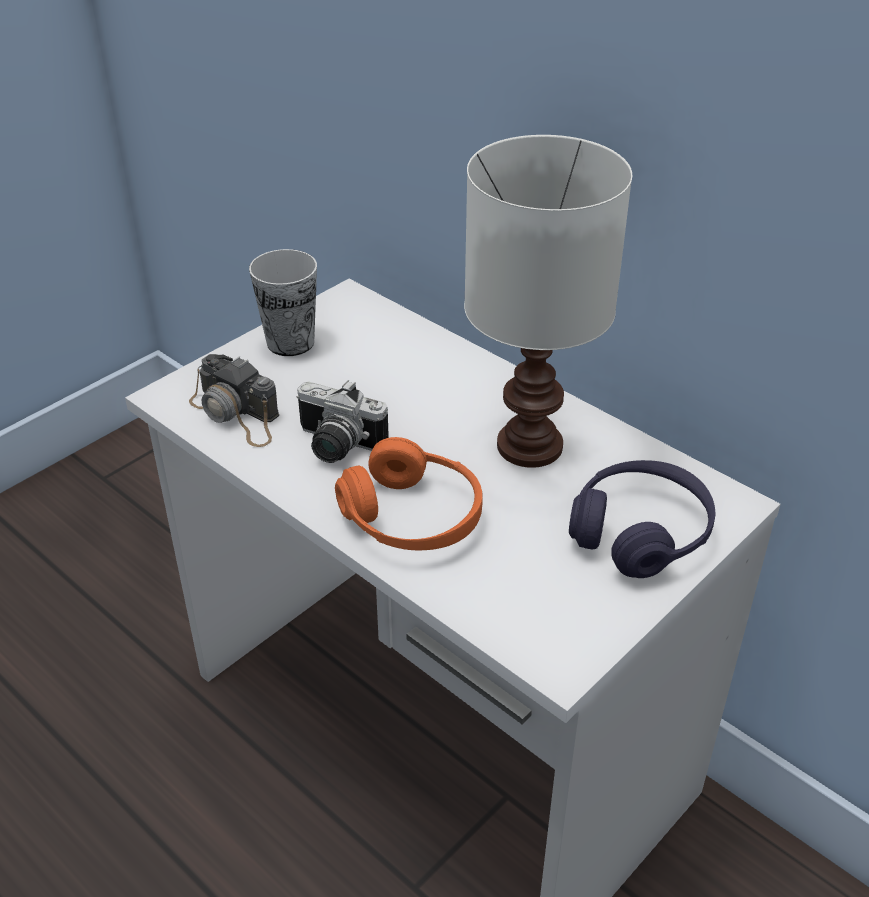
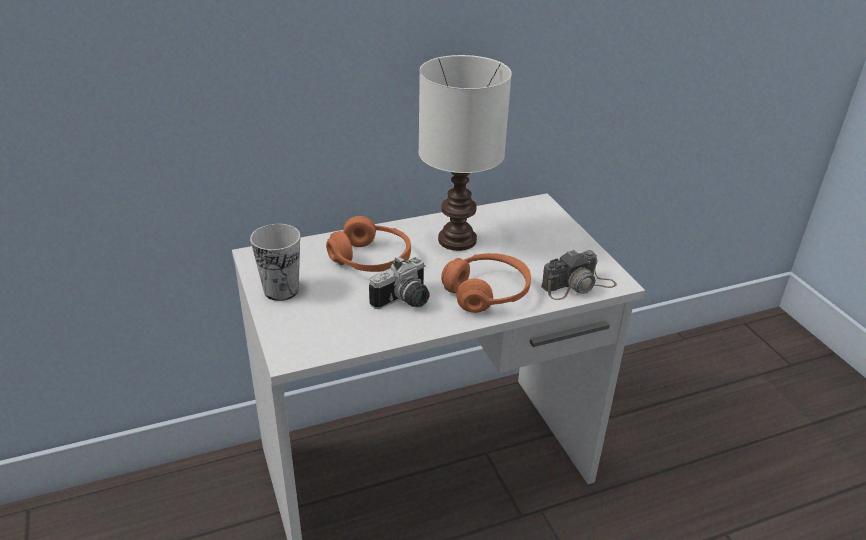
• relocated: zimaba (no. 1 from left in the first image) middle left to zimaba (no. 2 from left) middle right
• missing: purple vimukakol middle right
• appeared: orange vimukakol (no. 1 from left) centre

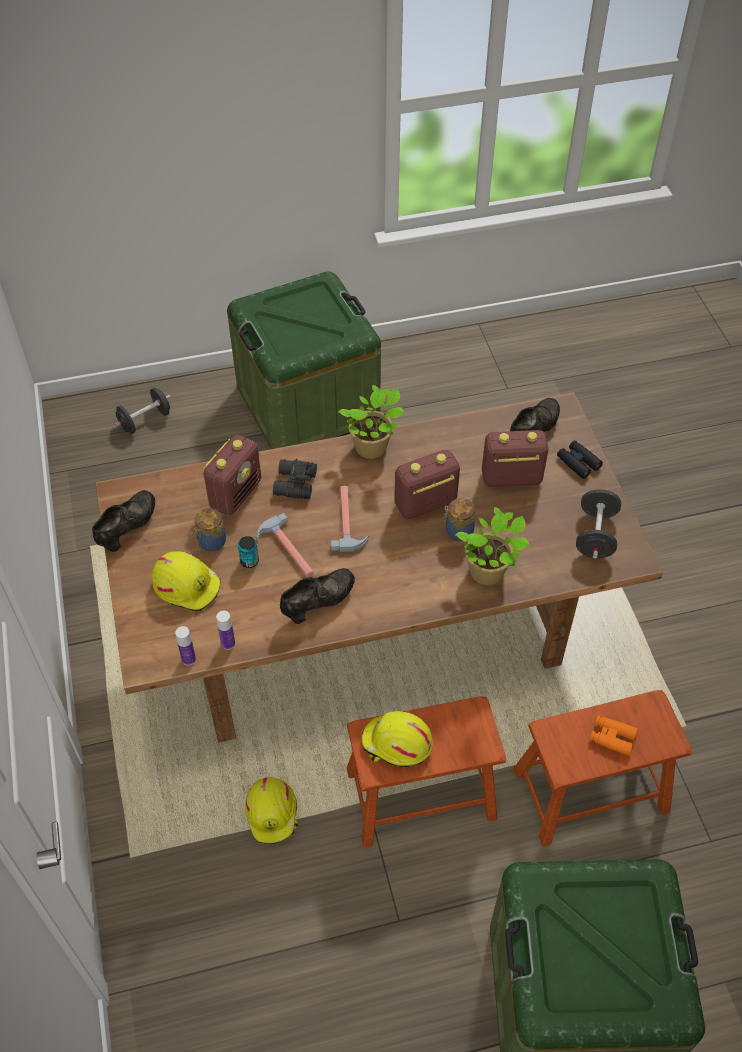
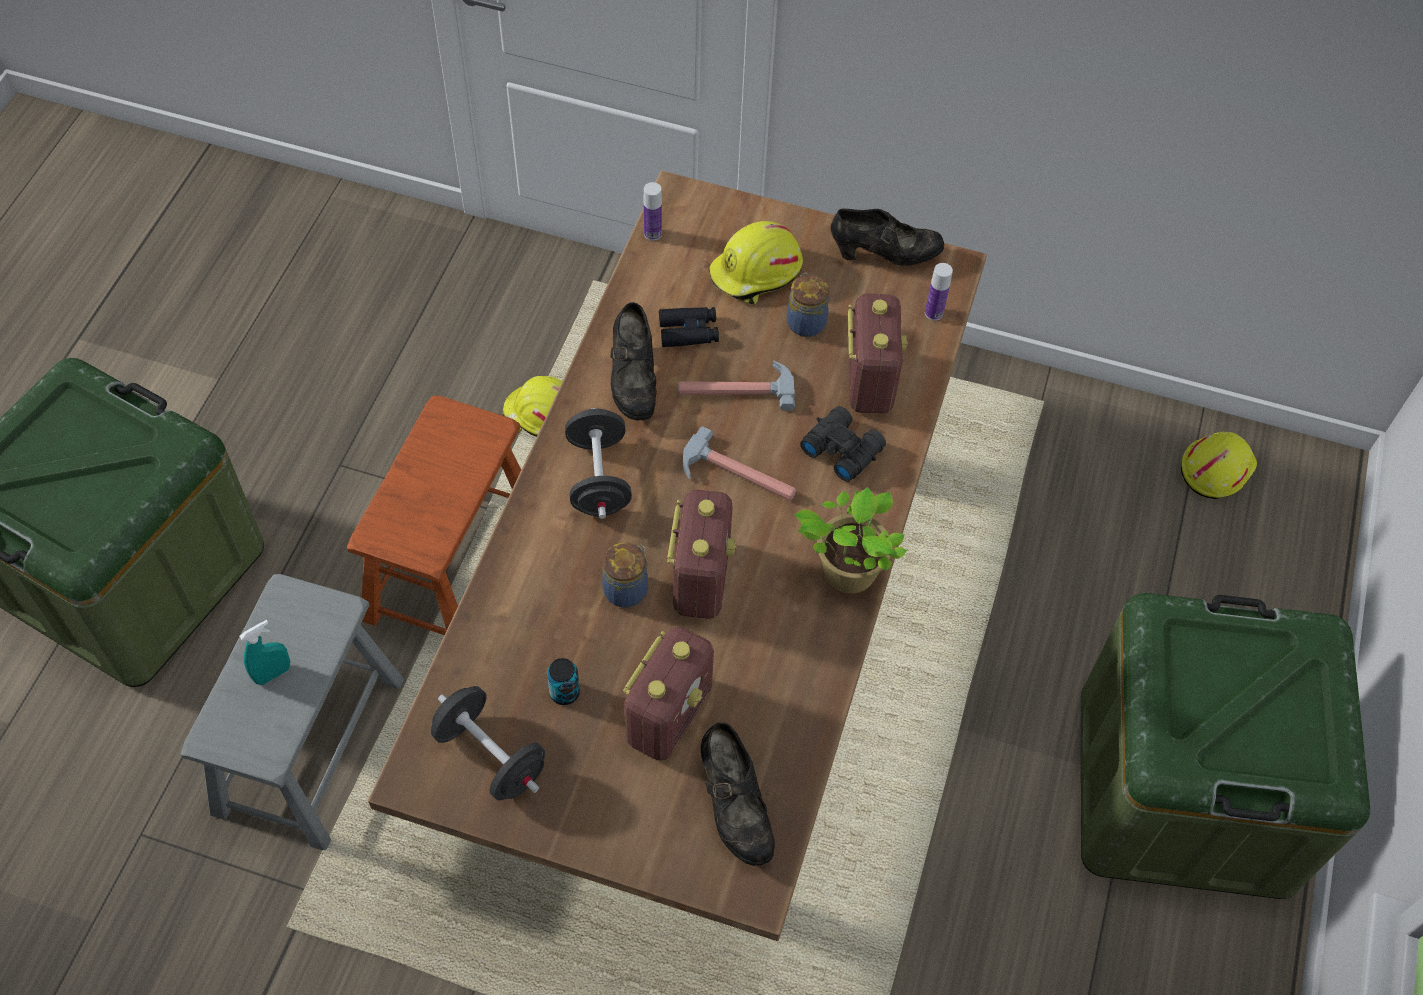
• relocated: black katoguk (no. 1 from left in the first image) middle left to black katoguk (no. 2 from left) centre
• spun: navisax (no. 1 from left in the first image) middle left = centre 150 degrees counterclockwise
• relocated: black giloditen (no. 2 from left in the first image) middle right to black giloditen (no. 1 from left) top centre
• spun: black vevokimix (no. 1 from left in the first image) middle left = top centre 60 degrees counterclockwise
• missing: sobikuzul (no. 2 from left) centre
• relocated: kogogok centre to bottom centre
• relocated: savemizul (no. 2 from left) middle left to top centre
• colour: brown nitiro (no. 2 from left) bottom right to grey nitiro bottom left
• relocated: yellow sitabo (no. 3 from left) bottom centre to middle right
• exchanged: orange giloditen bottom right to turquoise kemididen middle left

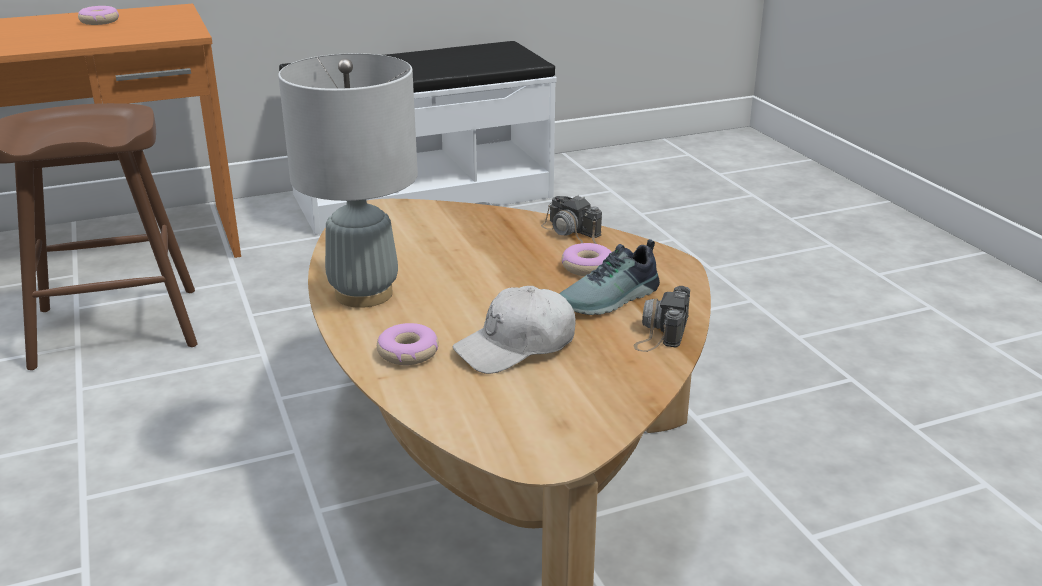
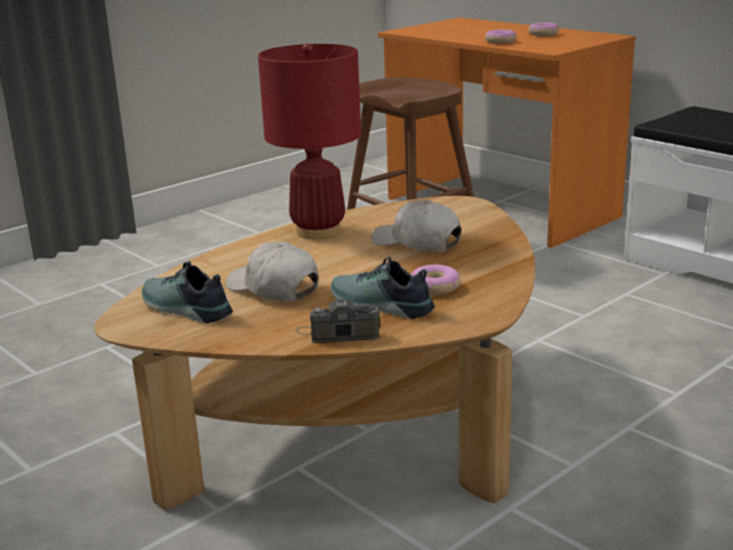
• colour: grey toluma top centre to red toluma top centre
• missing: zimaba (no. 1 from left) centre
• relocated: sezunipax (no. 2 from left) centre to top right
• appeared: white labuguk (no. 2 from left) centre
• appeared: vevokimix (no. 1 from left) middle left

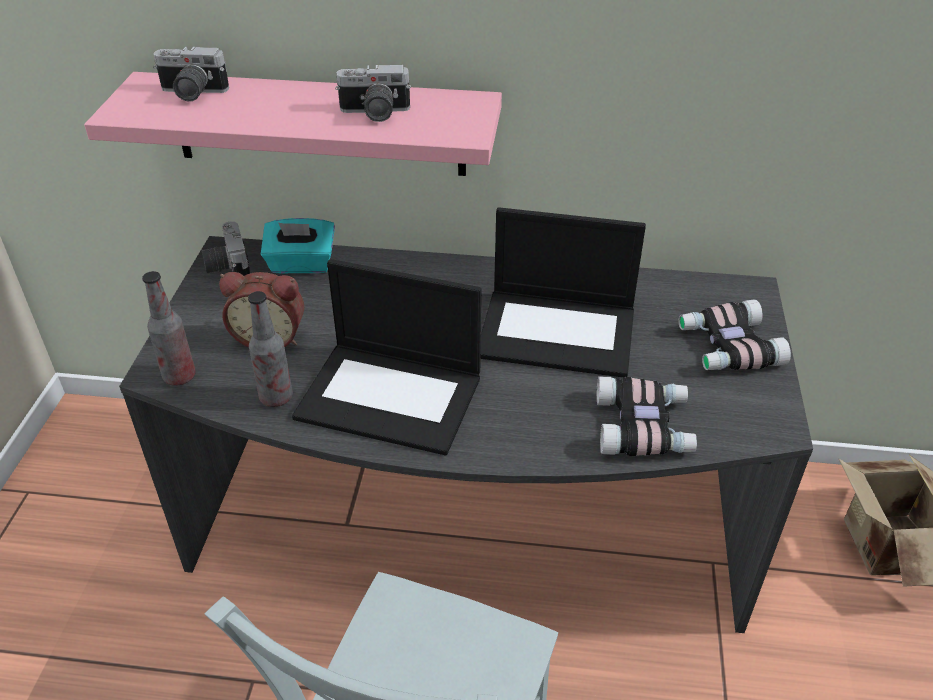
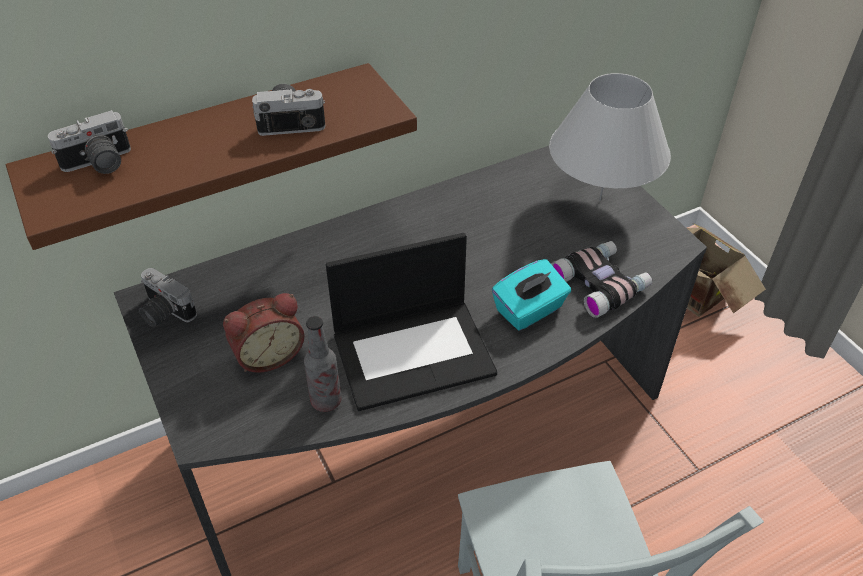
• spun: zimaba (no. 3 from left) top centre = top centre 150 degrees counterclockwise
• colour: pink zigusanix top left to brown zigusanix top left
• missing: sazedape (no. 2 from left) centre
• relocated: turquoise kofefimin middle left to centre
• missing: savemizul (no. 1 from left) middle left
• exchanged: giloditen (no. 2 from left) middle right to white toluma top right

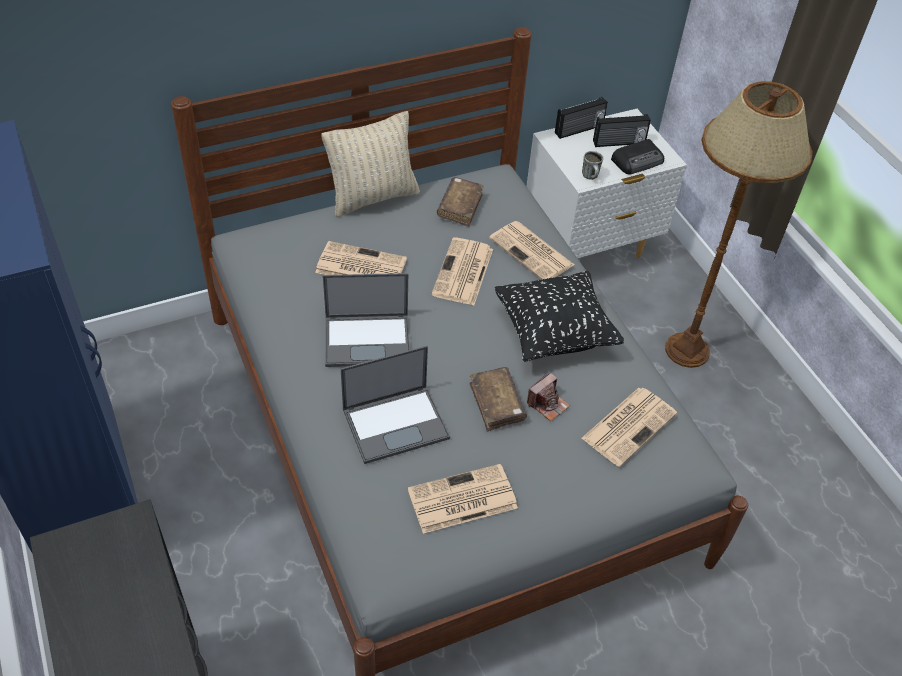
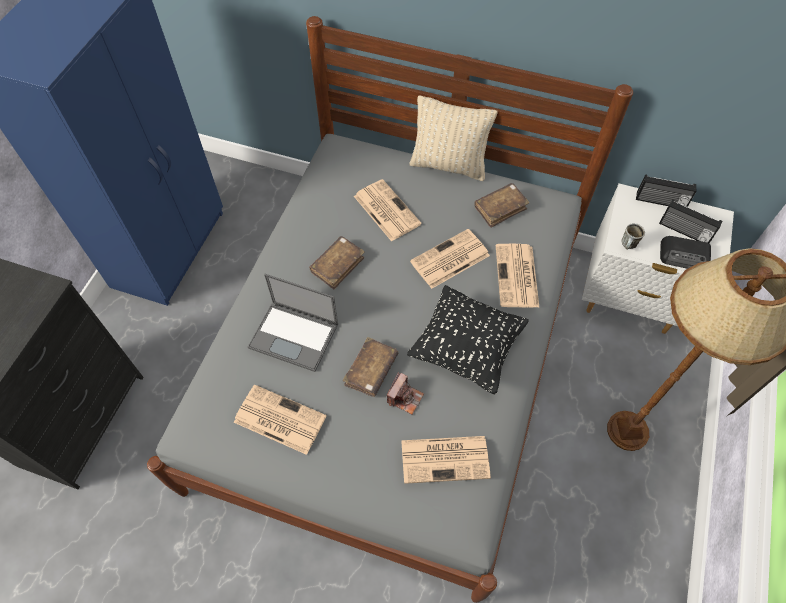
• exchanged: sazedape (no. 1 from left) centre to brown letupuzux (no. 1 from left) centre
• spun: zimaba centre = centre 60 degrees counterclockwise

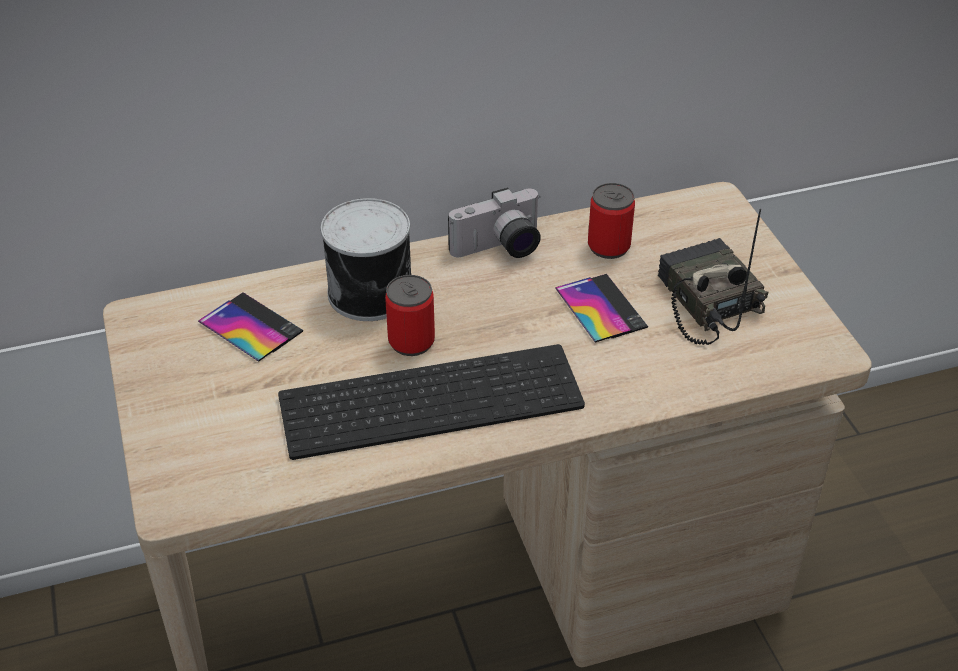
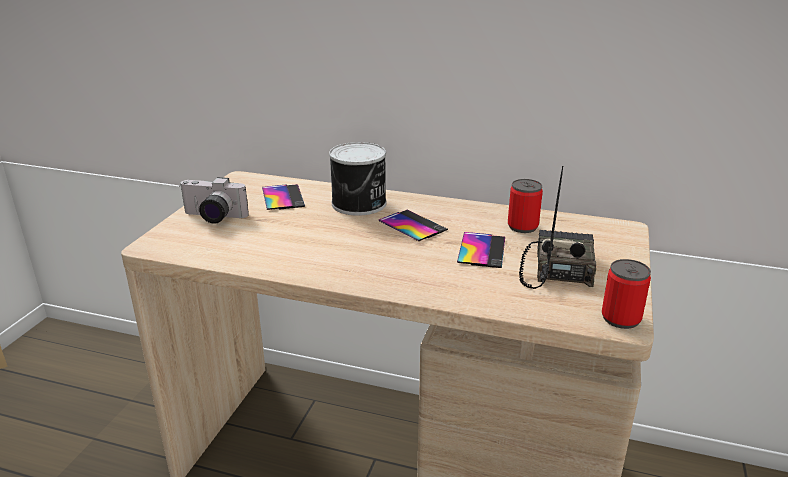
• relocated: zimaba top centre to middle left
• relocated: kogogok (no. 2 from left in the first image) centre to kogogok (no. 3 from left) middle right
• missing: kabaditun centre
• appeared: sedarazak (no. 2 from left) centre

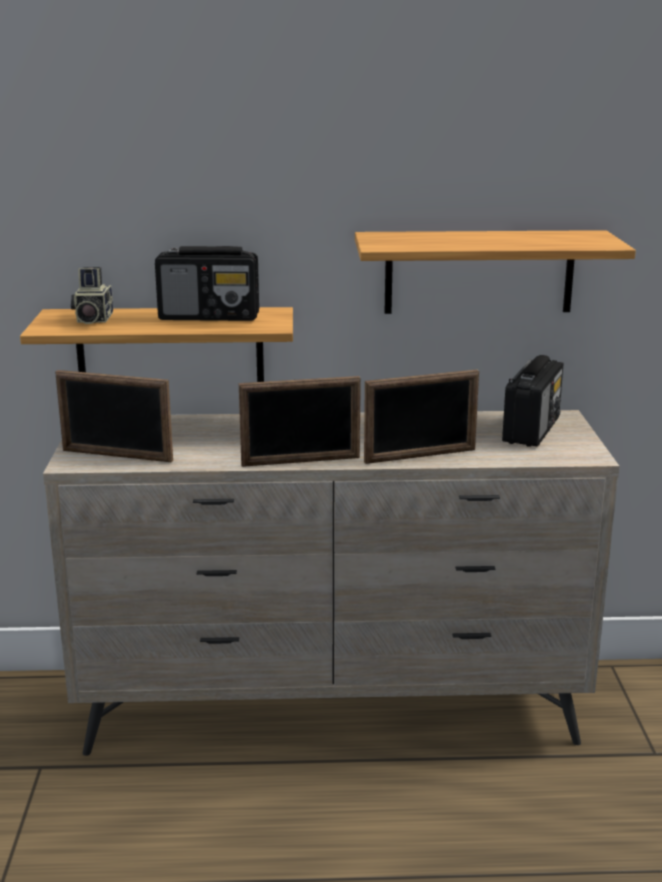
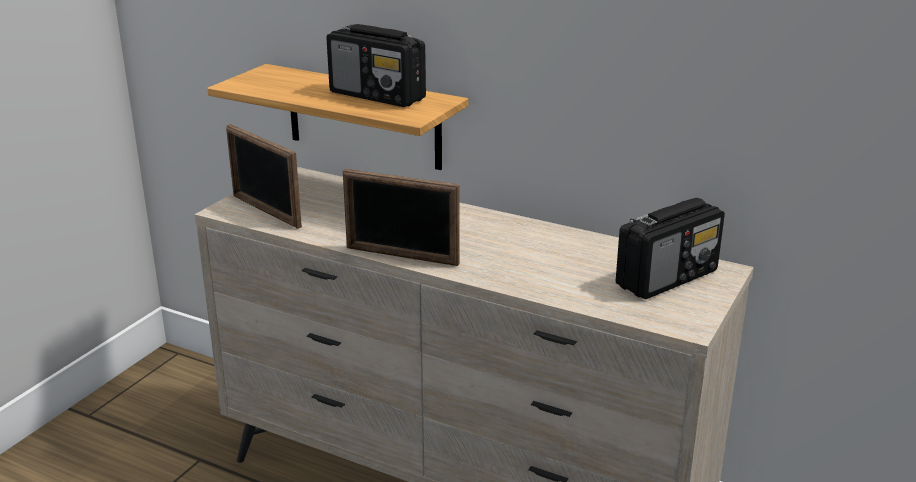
• missing: zigusanix (no. 2 from left) top right
• missing: zimaba middle left
• missing: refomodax (no. 3 from left) centre

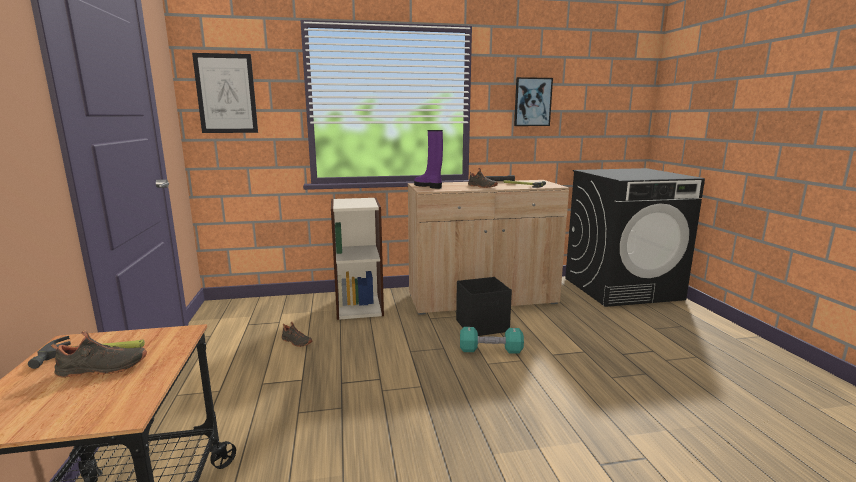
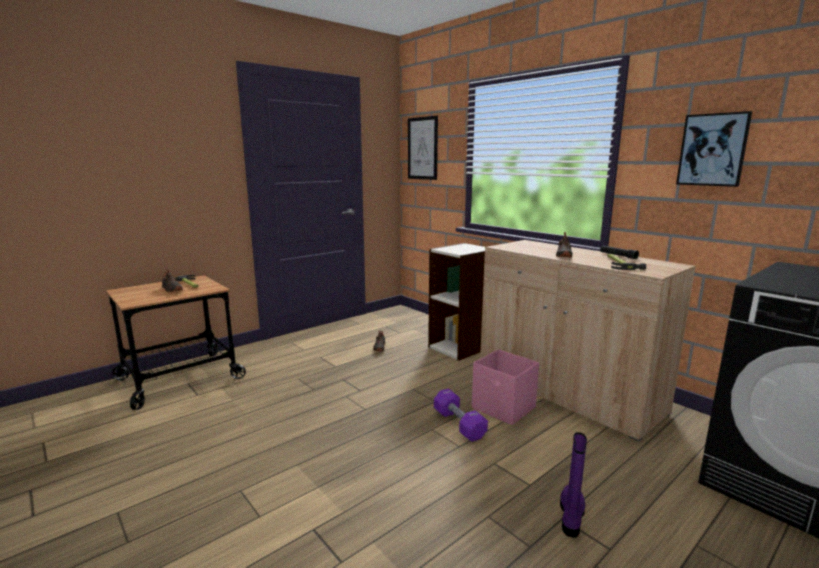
• relocated: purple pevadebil top centre to bottom right
• colour: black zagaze centre to pink zagaze bottom centre
• colour: turquoise katoguk bottom centre to purple katoguk bottom centre

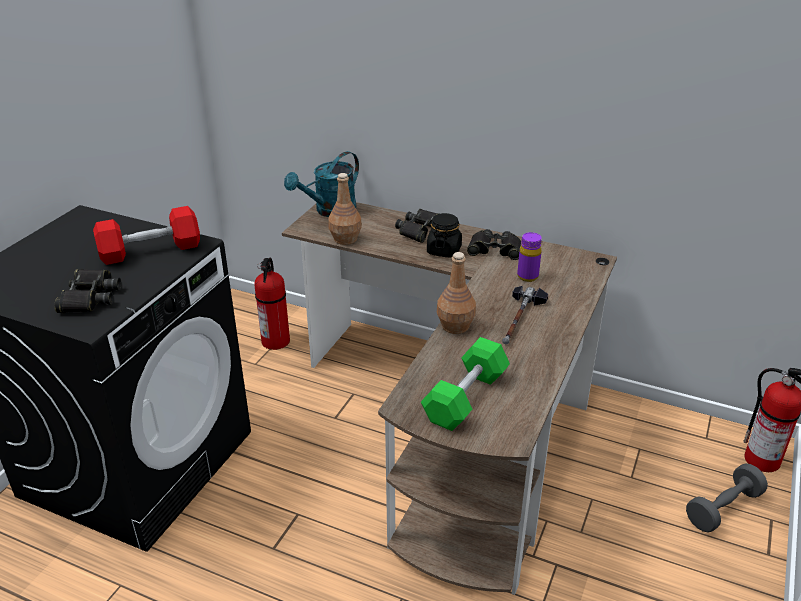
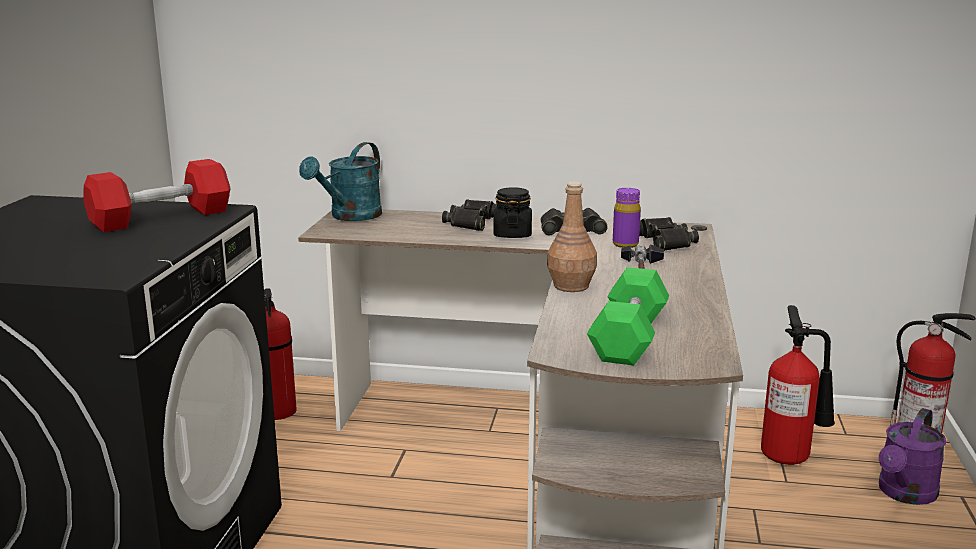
• missing: brown savemizul (no. 1 from left) centre
• relocated: black giloditen (no. 1 from left in the first image) middle left to black giloditen (no. 3 from left) middle right
• exchanged: grey katoguk bottom right to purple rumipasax bottom right
• appeared: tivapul (no. 2 from left) bottom right

